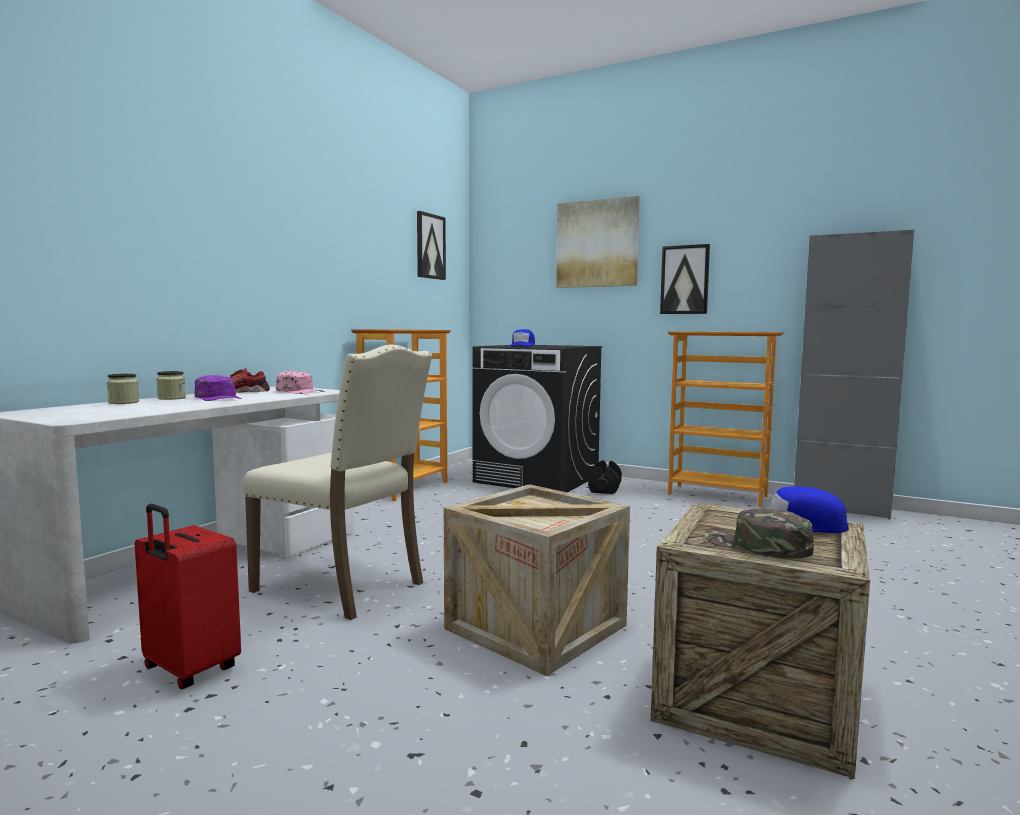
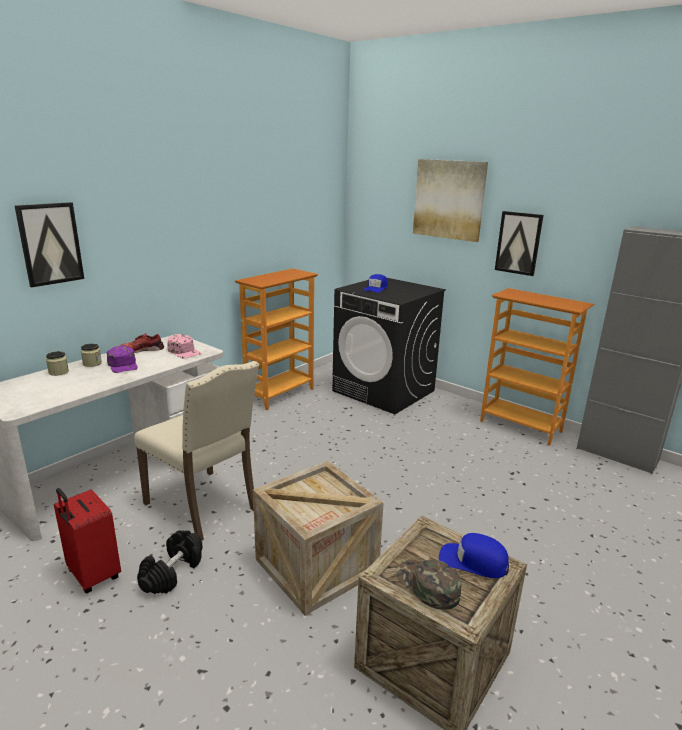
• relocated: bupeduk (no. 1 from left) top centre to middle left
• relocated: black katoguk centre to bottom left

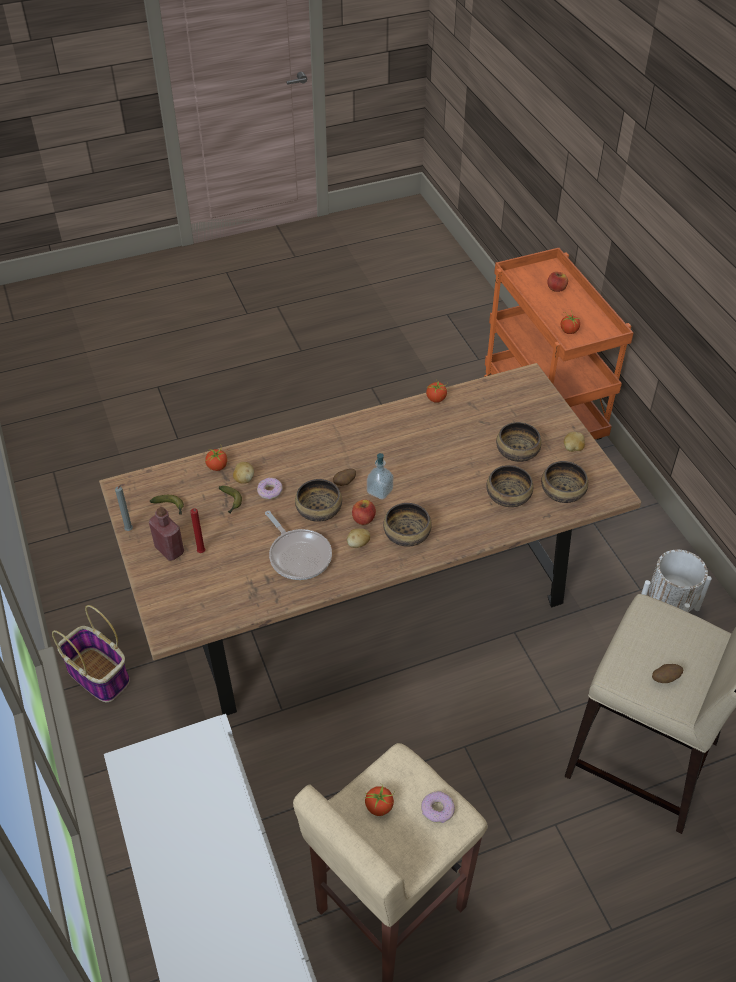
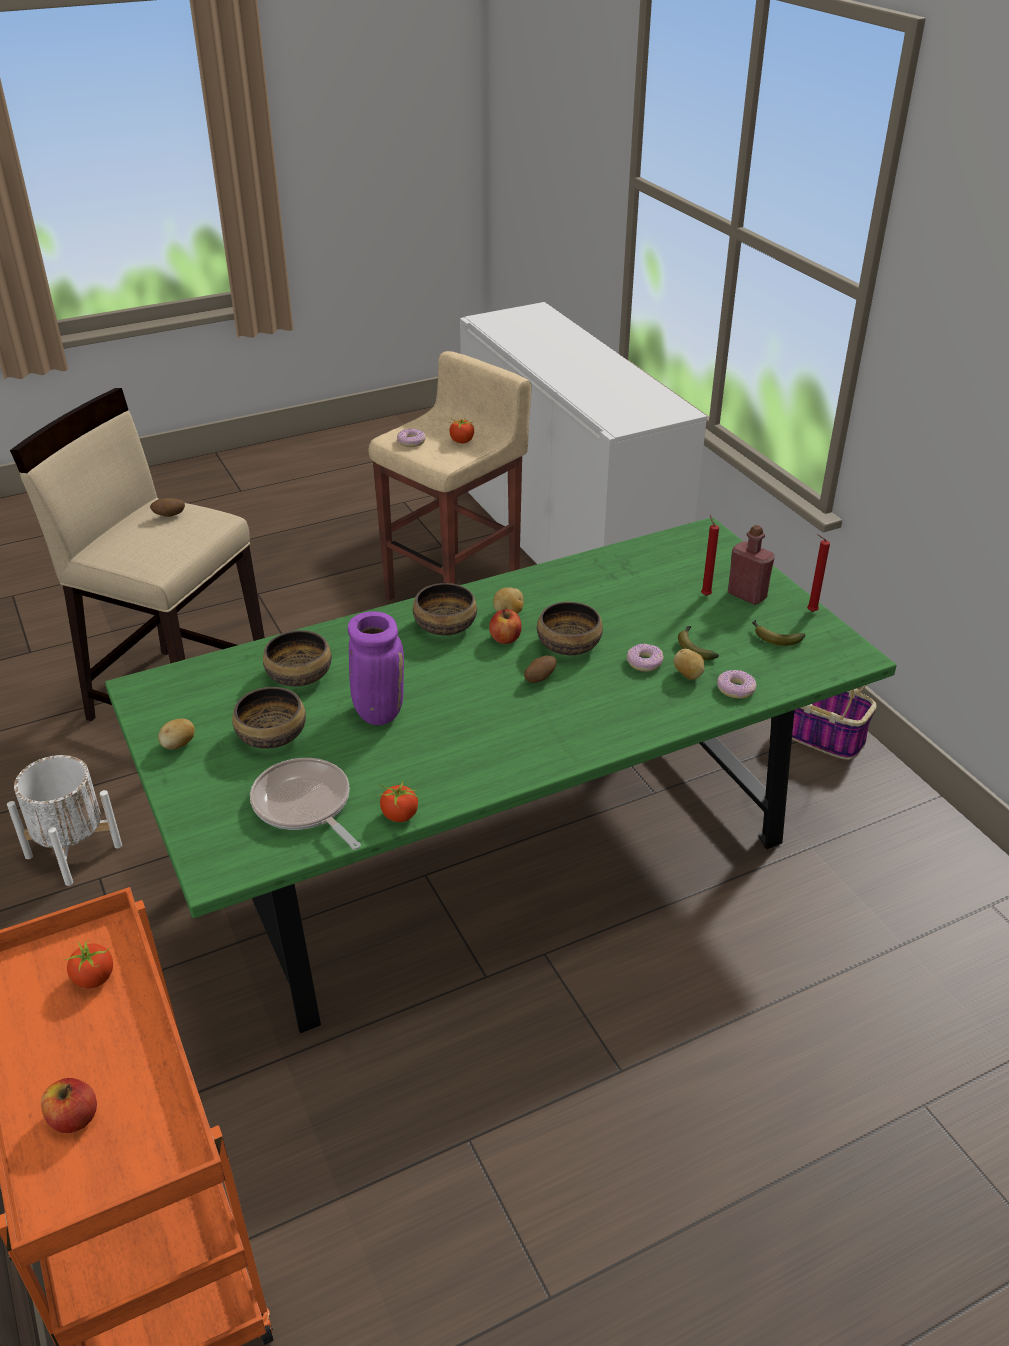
• colour: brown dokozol centre to green dokozol centre
• exchanged: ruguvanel (no. 1 from left) middle left to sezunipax (no. 3 from left) middle right
• missing: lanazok centre
• missing: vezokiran (no. 5 from left) middle right
• colour: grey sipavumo middle left to red sipavumo (no. 2 from left) middle right
• relocated: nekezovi centre to middle left
• appeared: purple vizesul centre

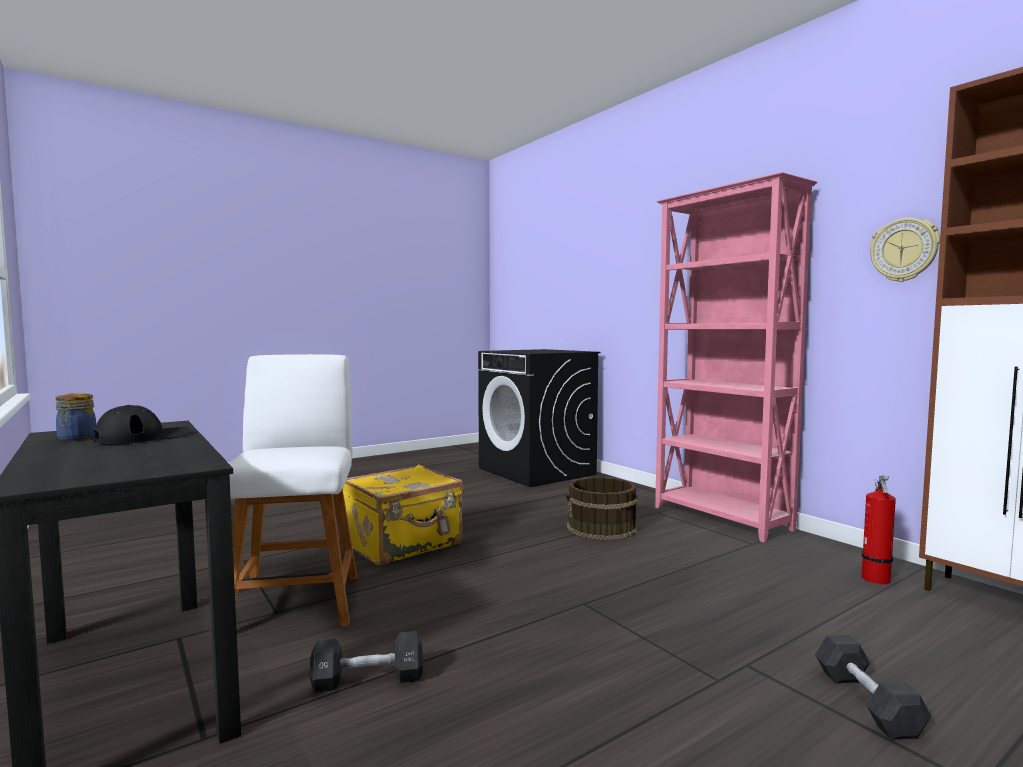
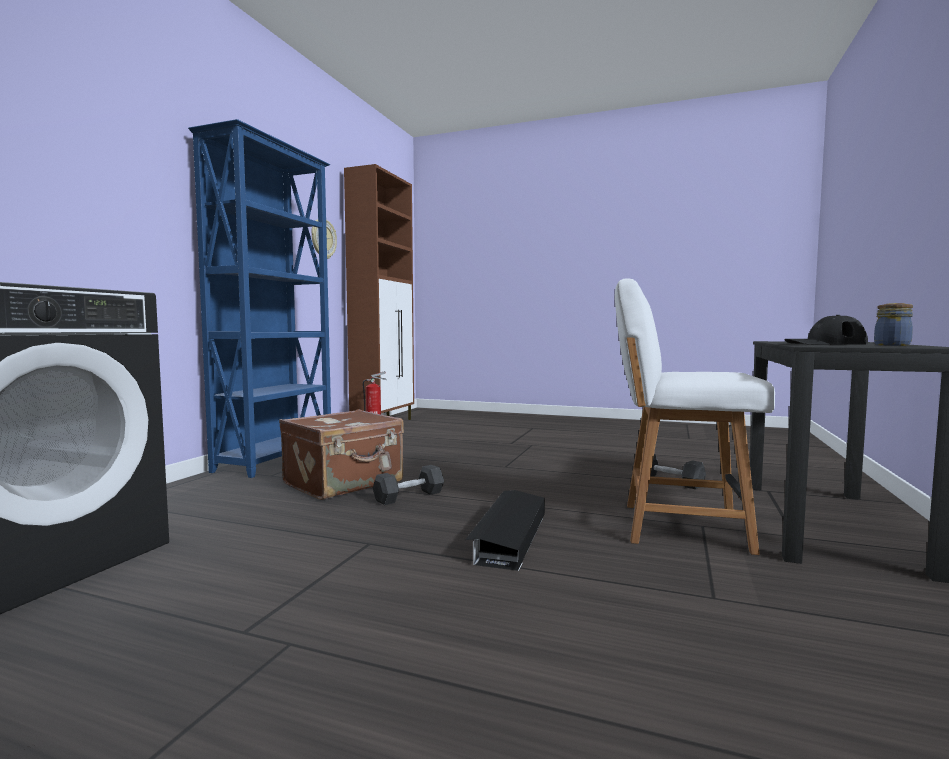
• colour: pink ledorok middle right to blue ledorok middle left
• spun: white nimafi middle left = middle right 60 degrees clockwise
• exchanged: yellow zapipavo bottom centre to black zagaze bottom centre
• exchanged: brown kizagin centre to brown zapipavo centre
• relocated: black katoguk (no. 2 from left in the first image) bottom right to black katoguk (no. 1 from left) centre

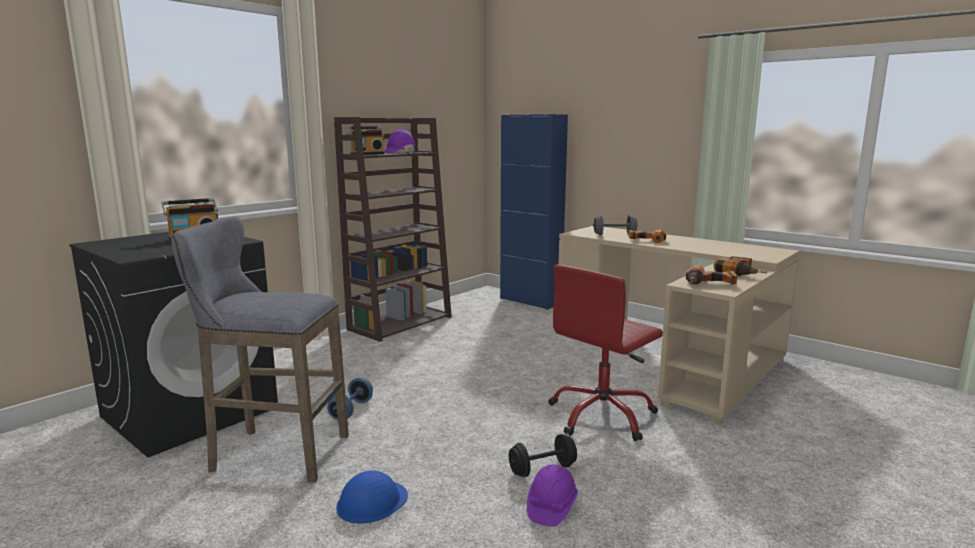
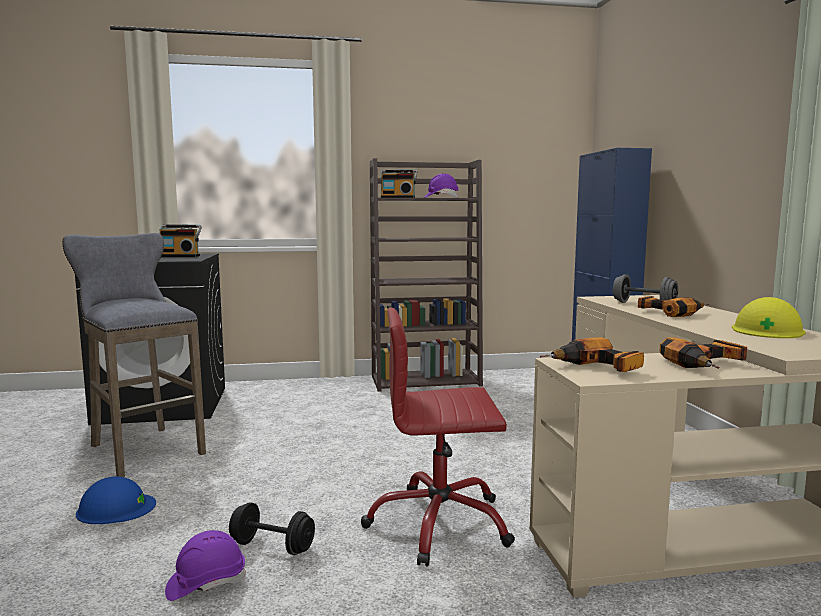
• missing: blue katoguk bottom centre
• appeared: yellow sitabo middle right

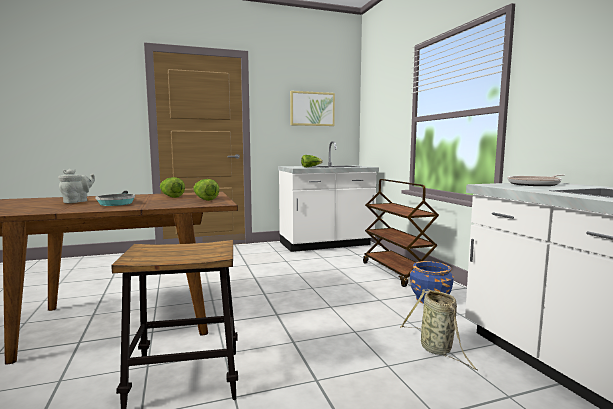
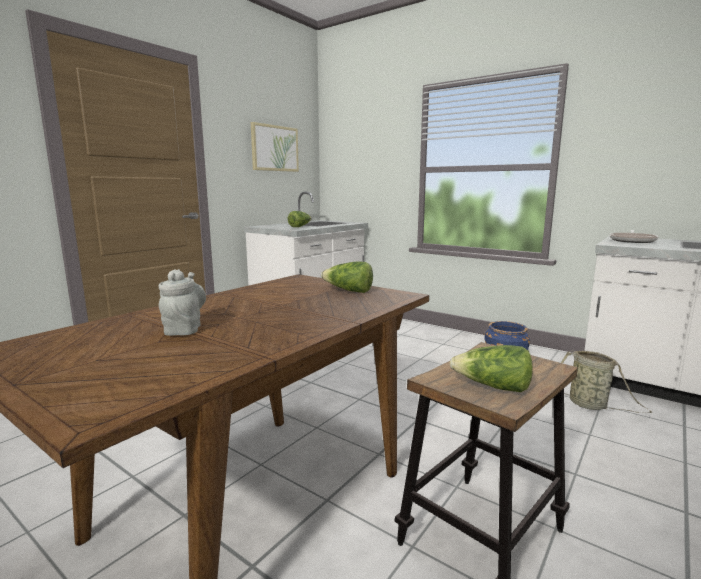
• relocated: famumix (no. 1 from left in the first image) middle left to famumix (no. 3 from left) middle right
• missing: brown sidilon centre
• missing: nekezovi (no. 1 from left) middle left

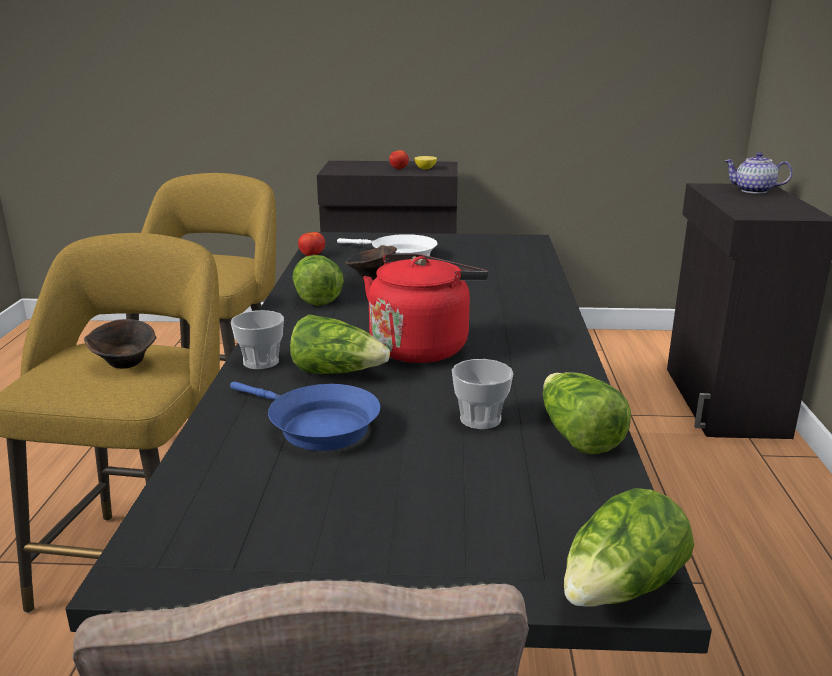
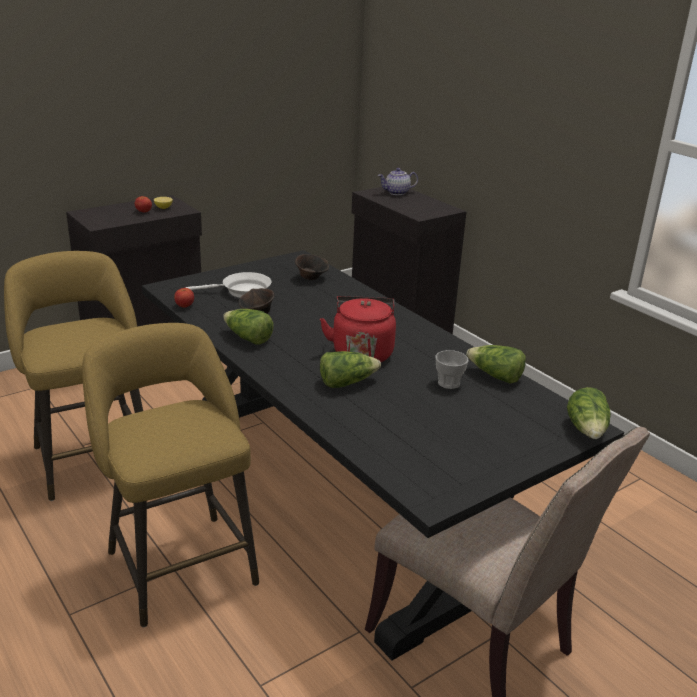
• missing: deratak (no. 1 from left) middle left
• relocated: brown vezokiran (no. 1 from left in the first image) middle left to brown vezokiran (no. 2 from left) centre
• missing: blue nekezovi centre

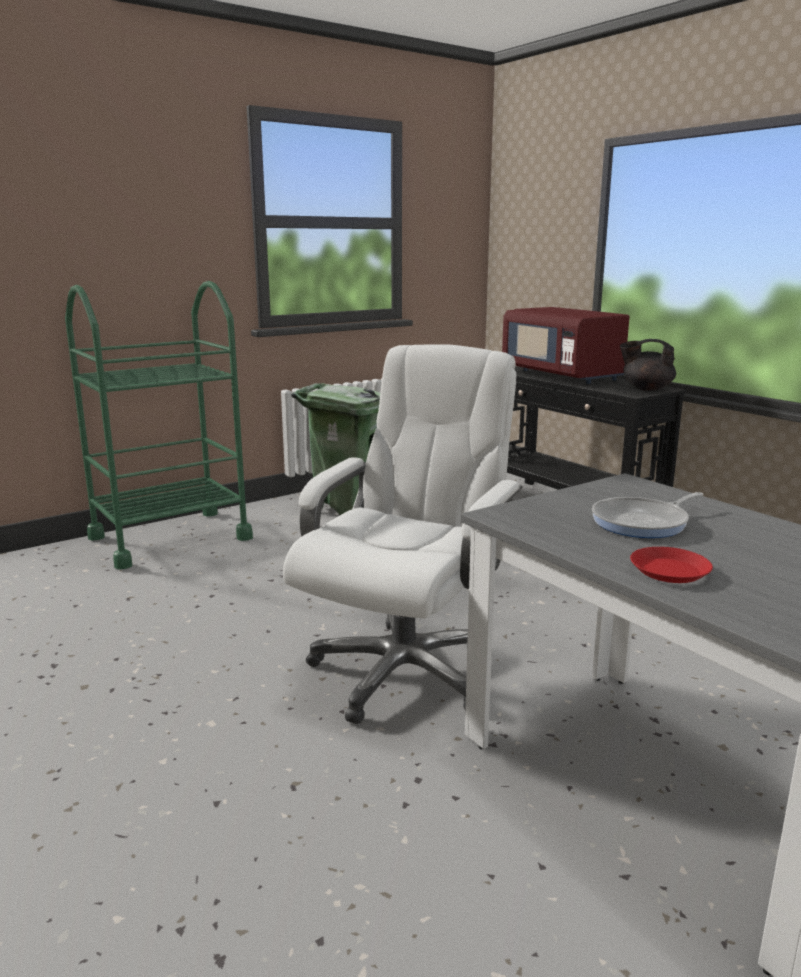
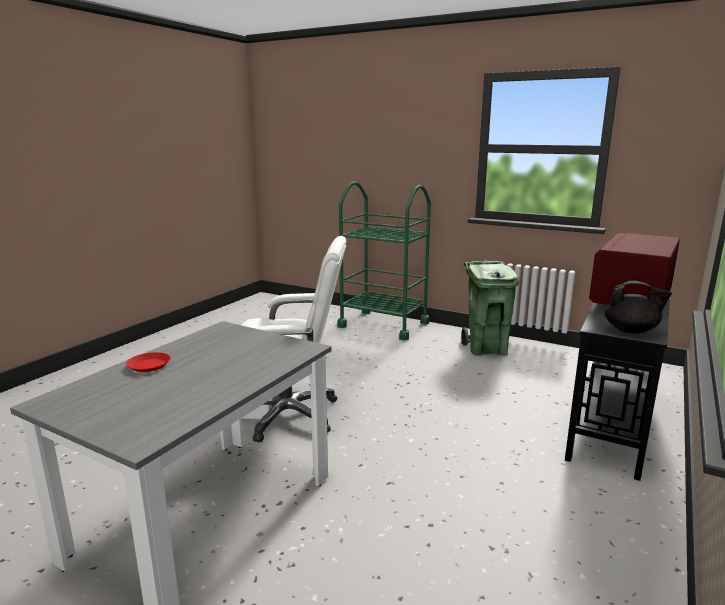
• spun: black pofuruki middle right = middle right 120 degrees clockwise
• missing: nekezovi middle right

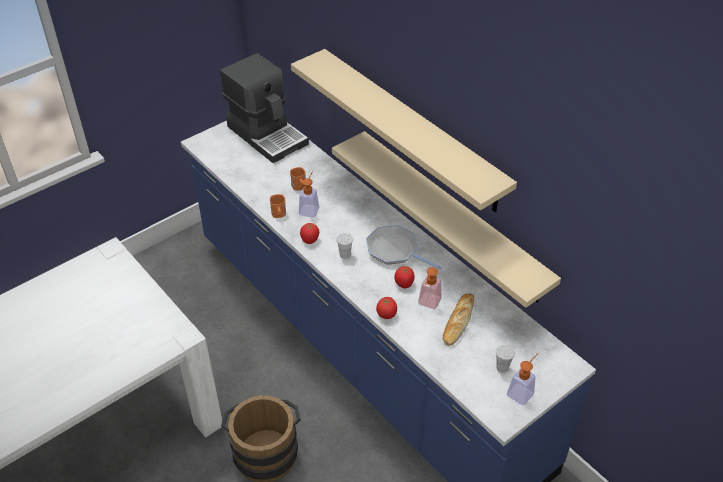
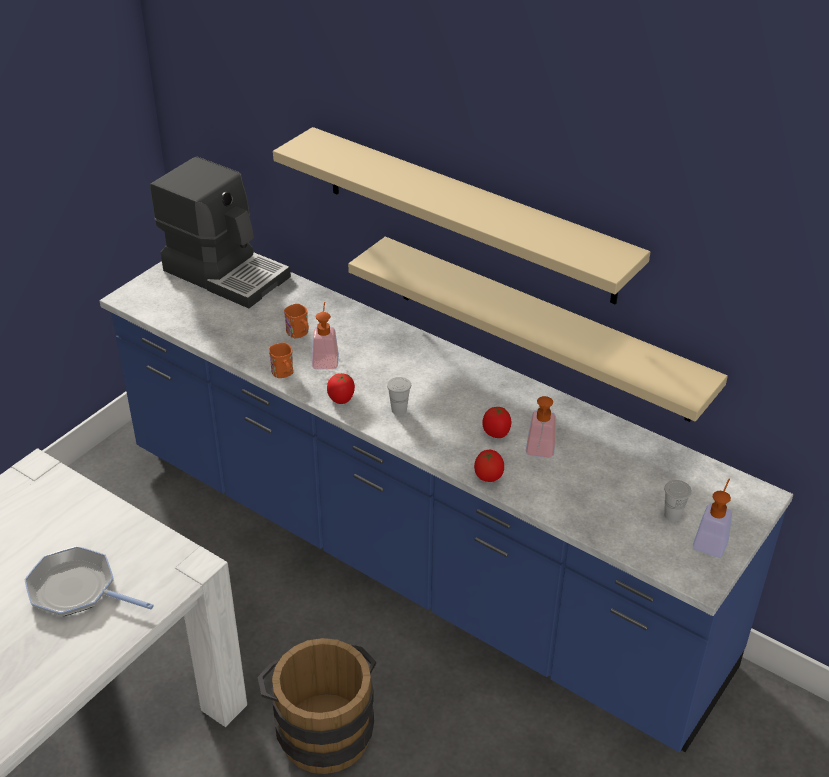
• relocated: nekezovi centre to bottom left
• missing: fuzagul centre

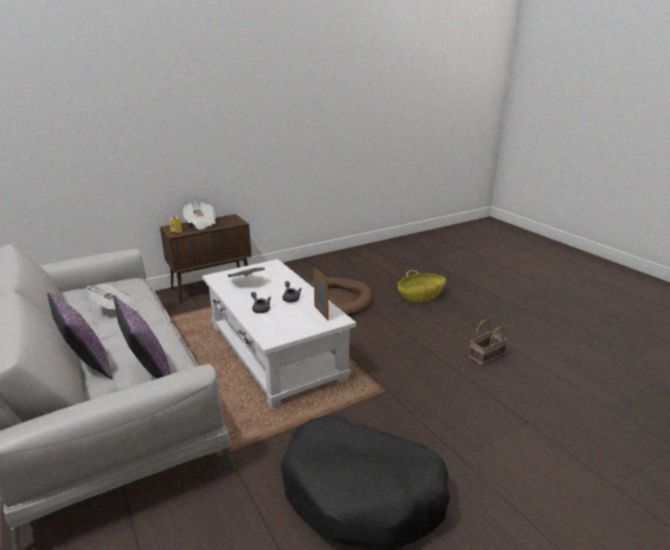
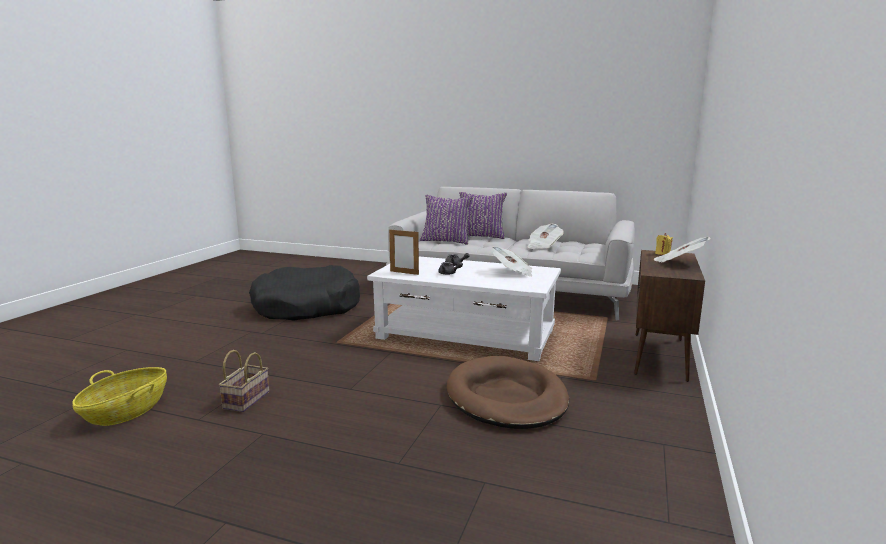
• relocated: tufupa (no. 1 from left) centre to bottom left

